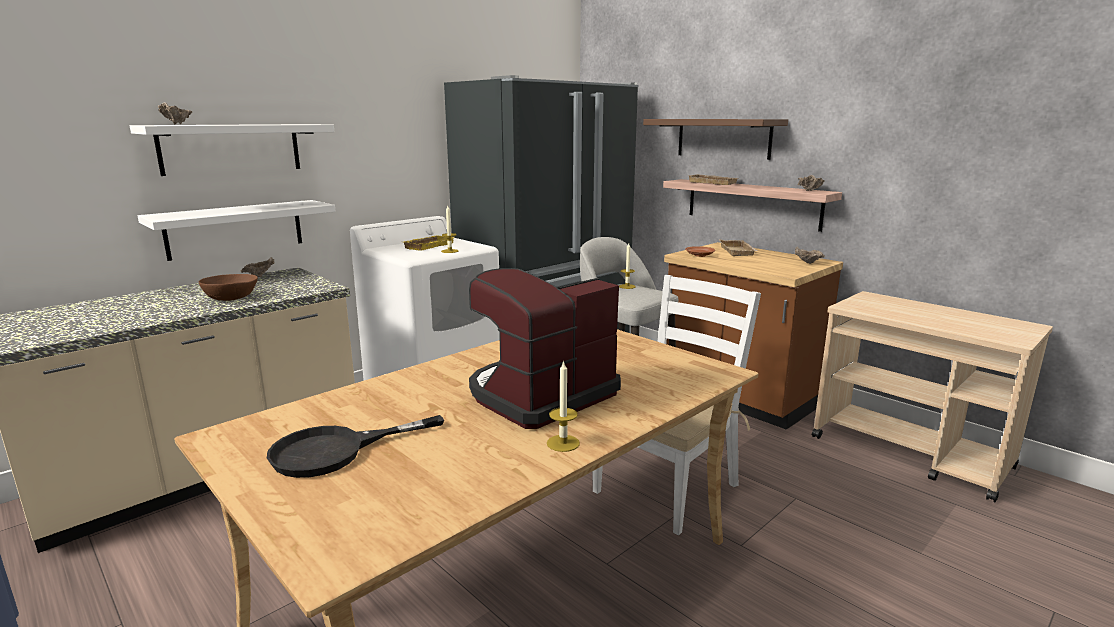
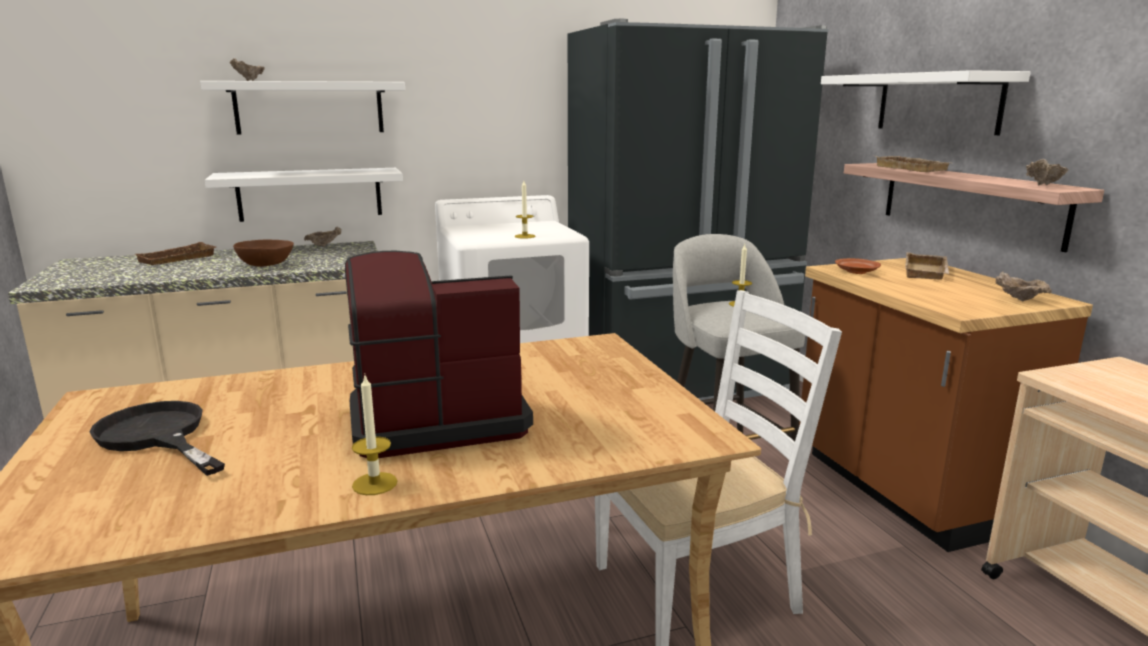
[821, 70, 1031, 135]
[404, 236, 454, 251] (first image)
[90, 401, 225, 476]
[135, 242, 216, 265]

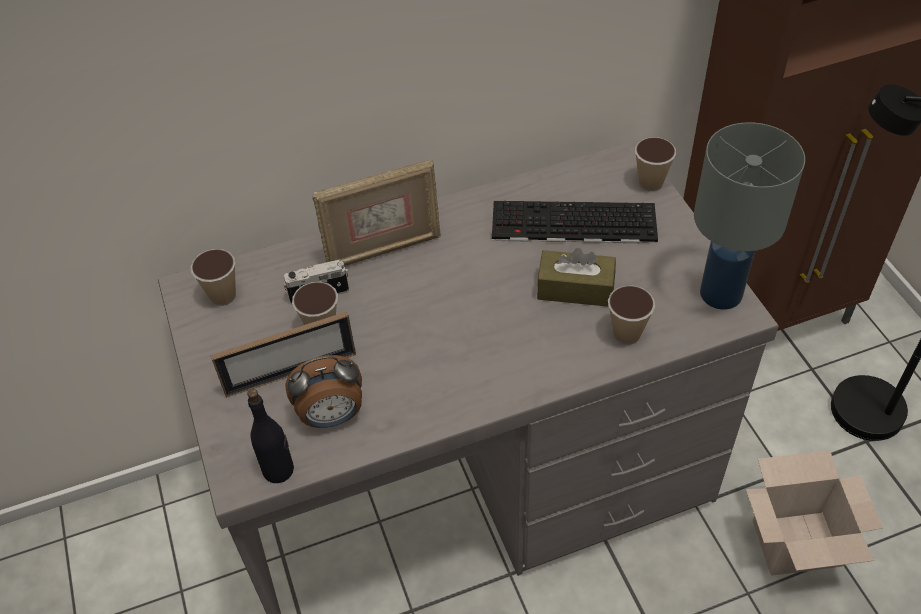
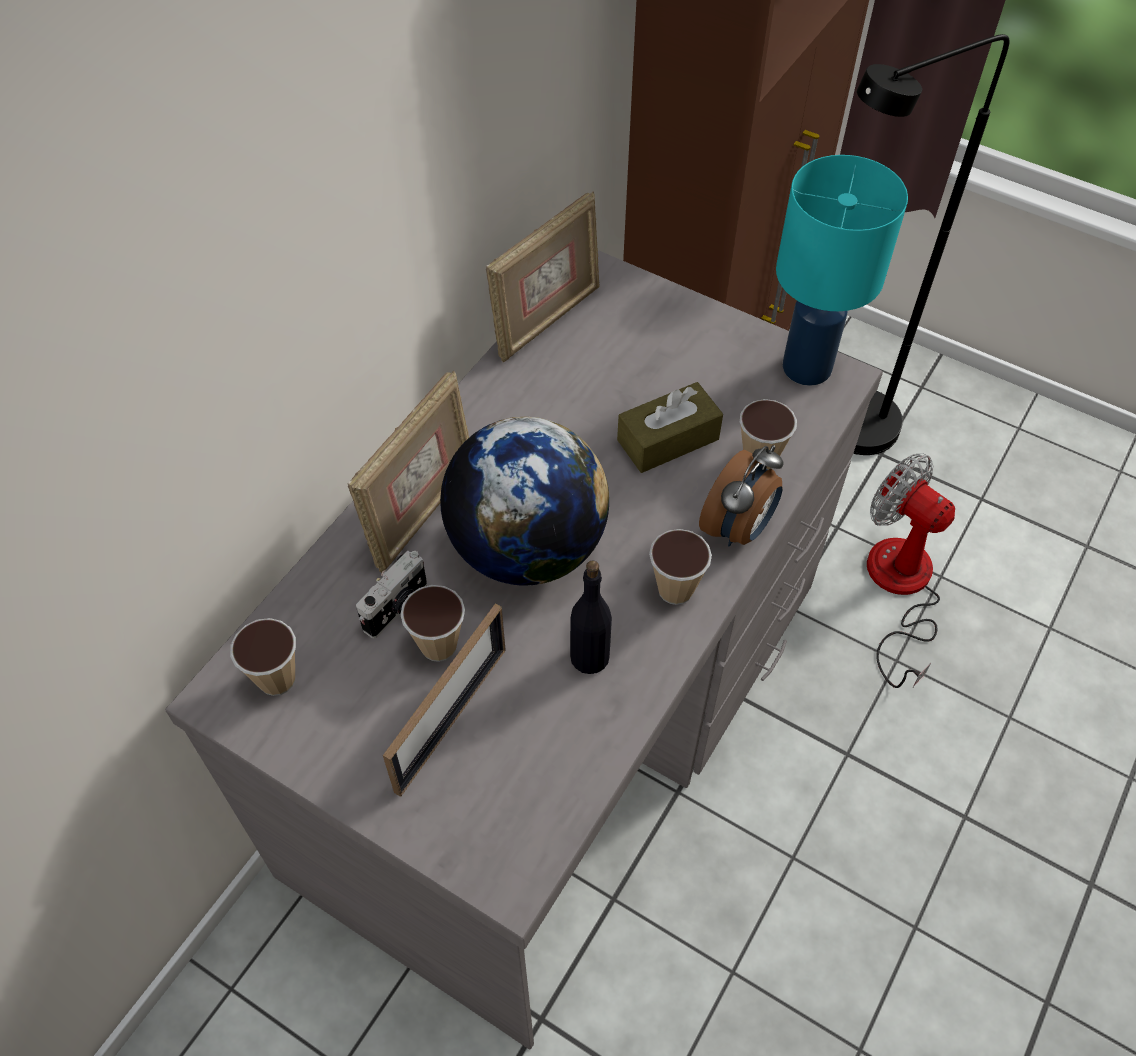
[776, 155, 908, 386]
[649, 529, 712, 605]
[492, 201, 658, 243] (first image)
[699, 445, 783, 547]
[570, 561, 612, 674]
[867, 454, 955, 688]
[486, 192, 600, 362]
[440, 417, 609, 586]

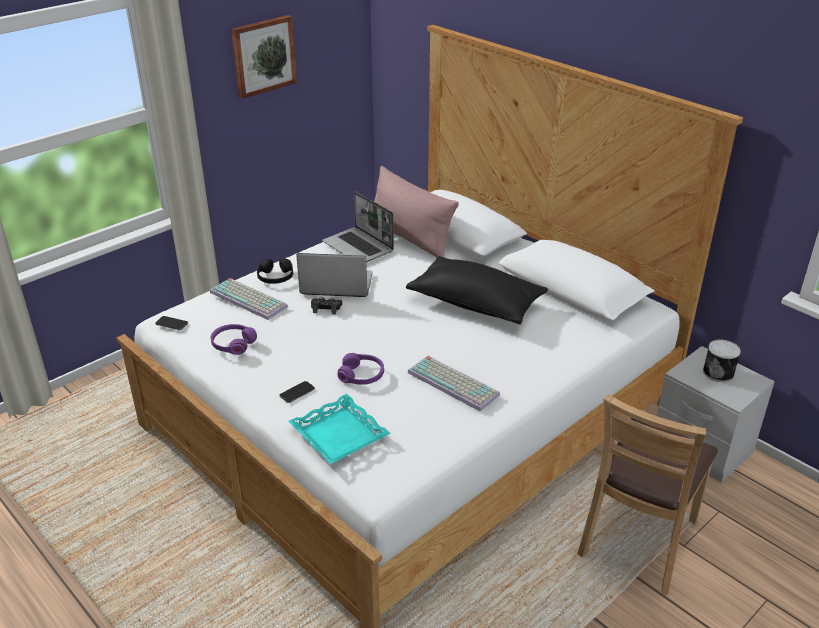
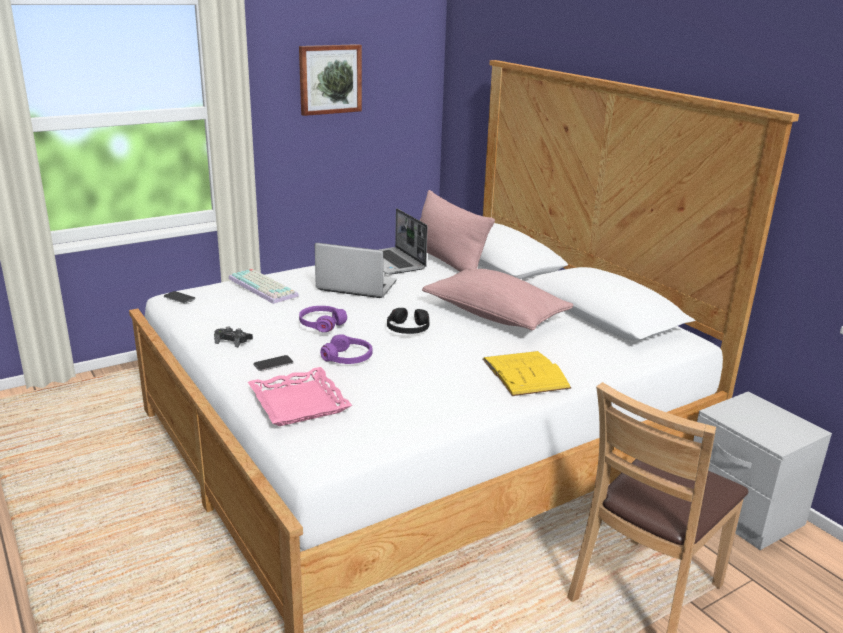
[422, 269, 574, 330]
[387, 308, 429, 334]
[214, 326, 253, 348]
[299, 306, 347, 332]
[703, 339, 741, 382] (first image)
[408, 356, 500, 412] (first image)
[248, 367, 352, 426]
[483, 351, 571, 396]

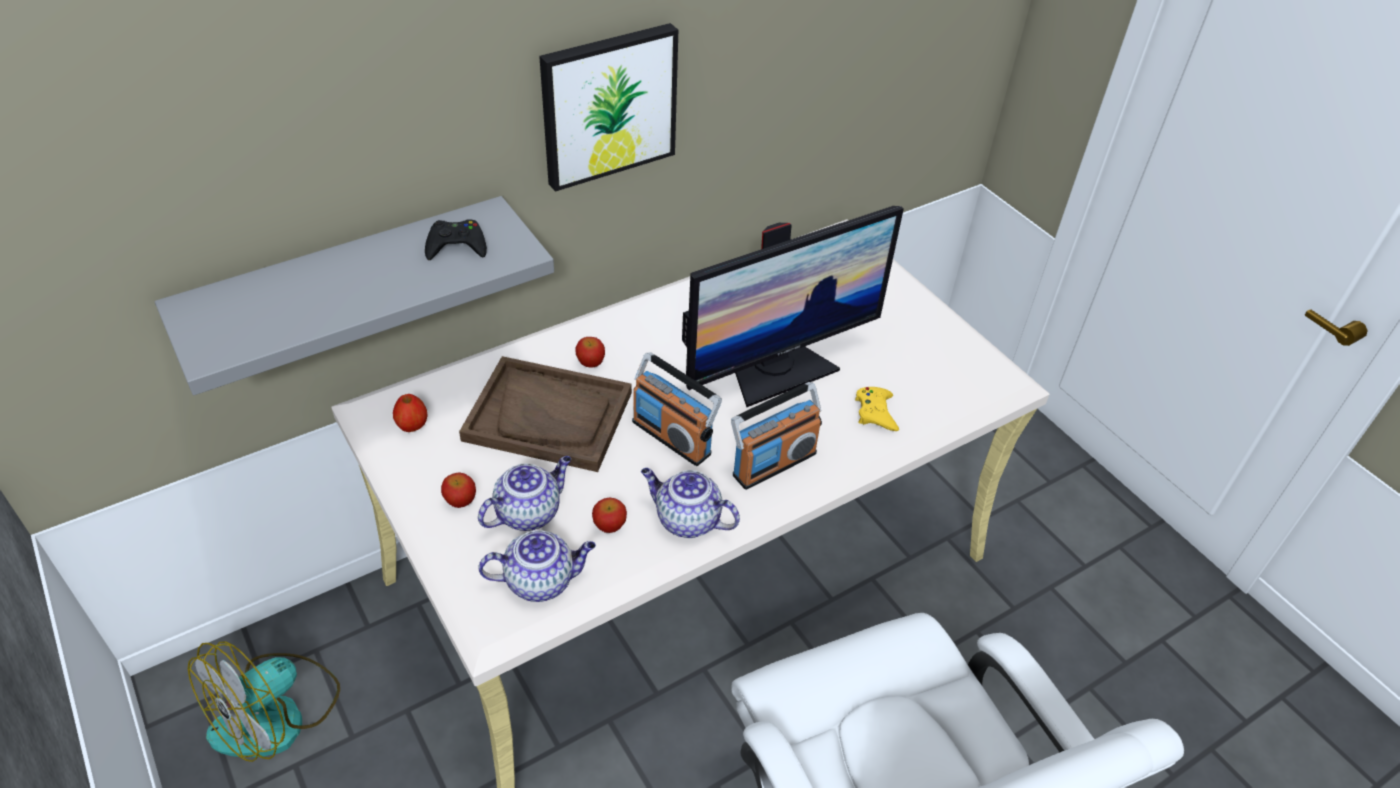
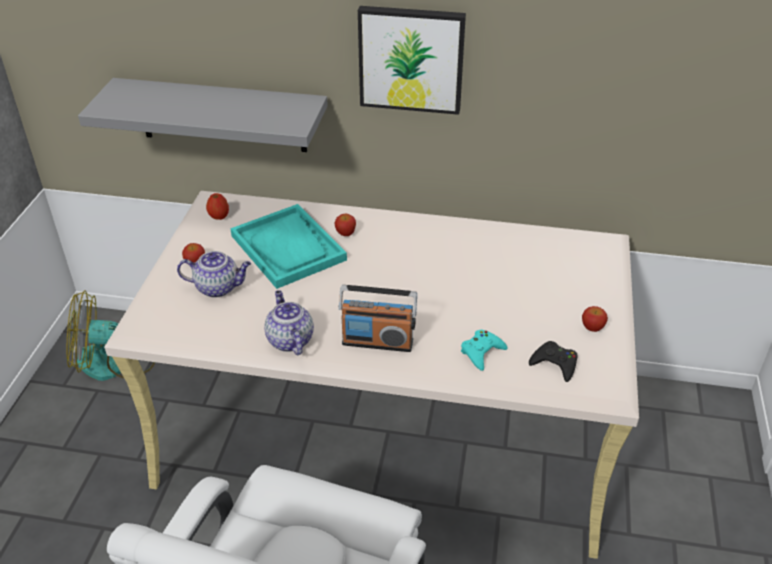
[682, 206, 904, 407] (first image)
[529, 341, 577, 382]
[632, 352, 722, 466] (first image)
[230, 204, 347, 289]
[461, 330, 508, 371]
[582, 306, 608, 332]
[478, 530, 596, 602] (first image)

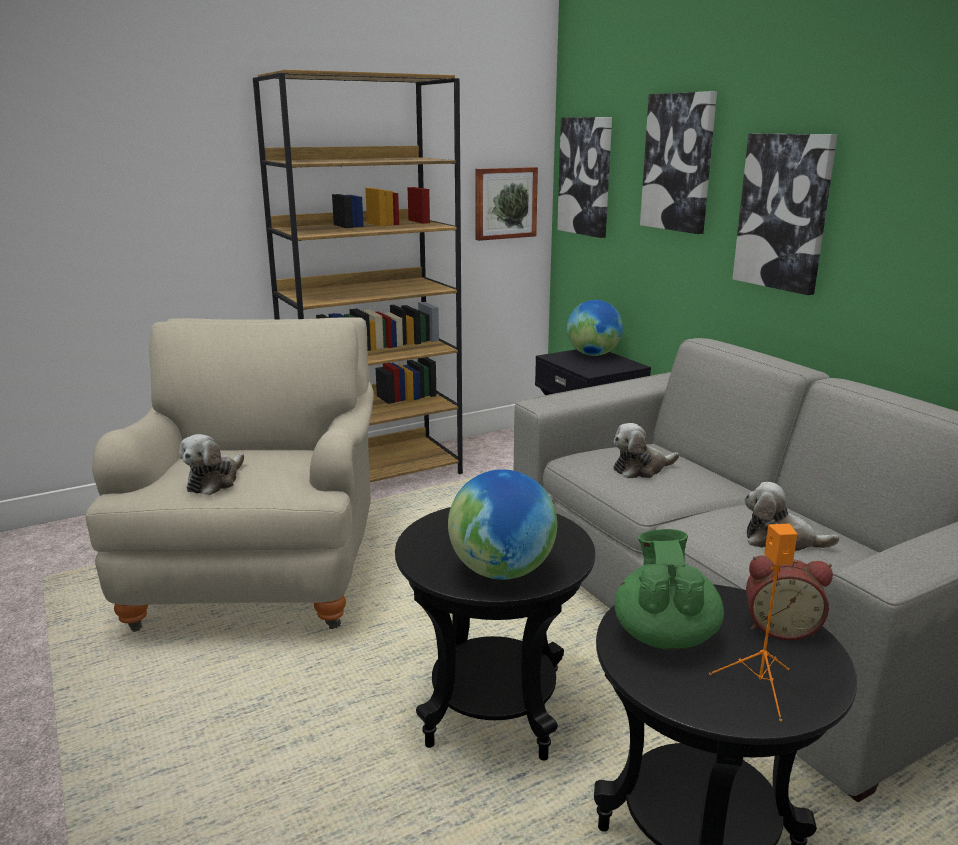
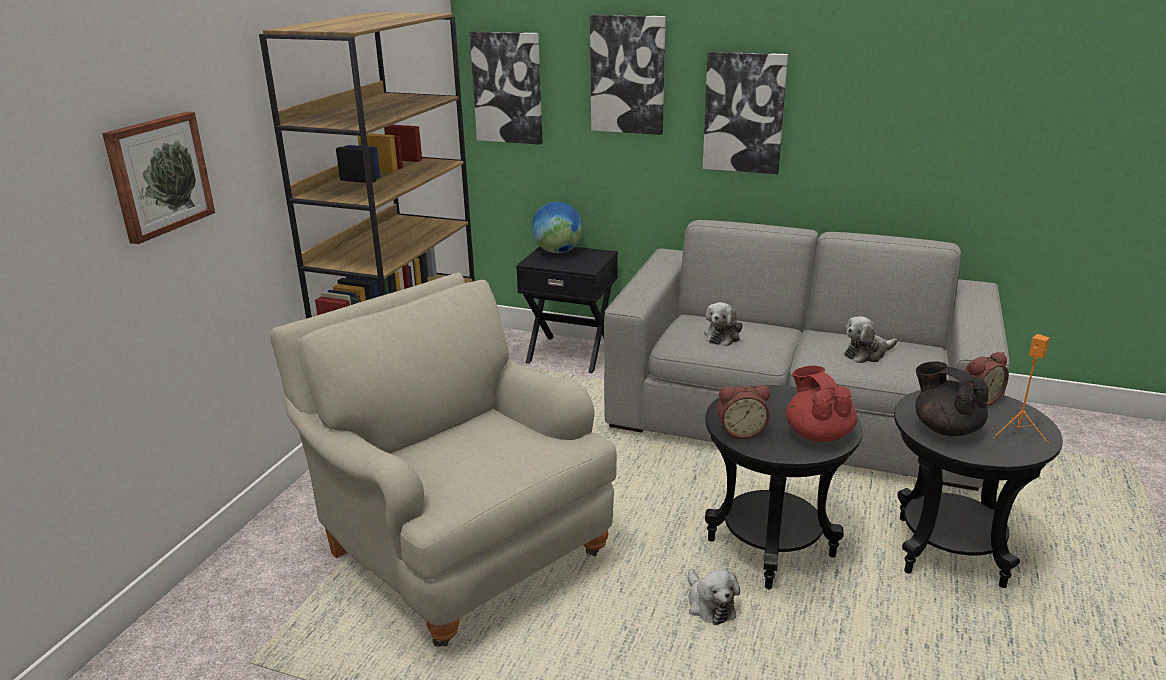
[102, 112, 215, 244]
[688, 569, 740, 625]
[786, 366, 857, 442]
[915, 362, 989, 436]
[717, 385, 770, 439]

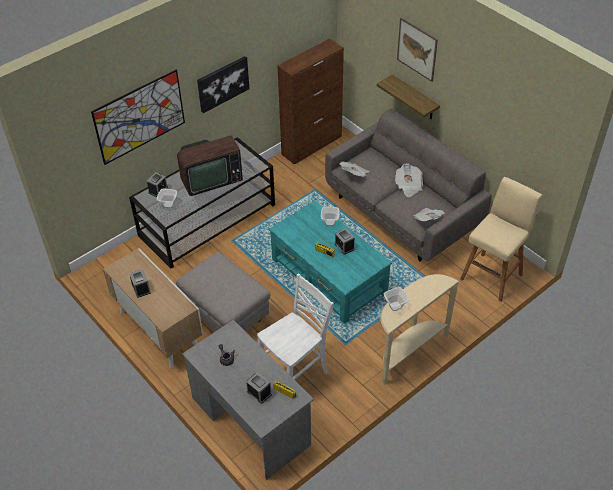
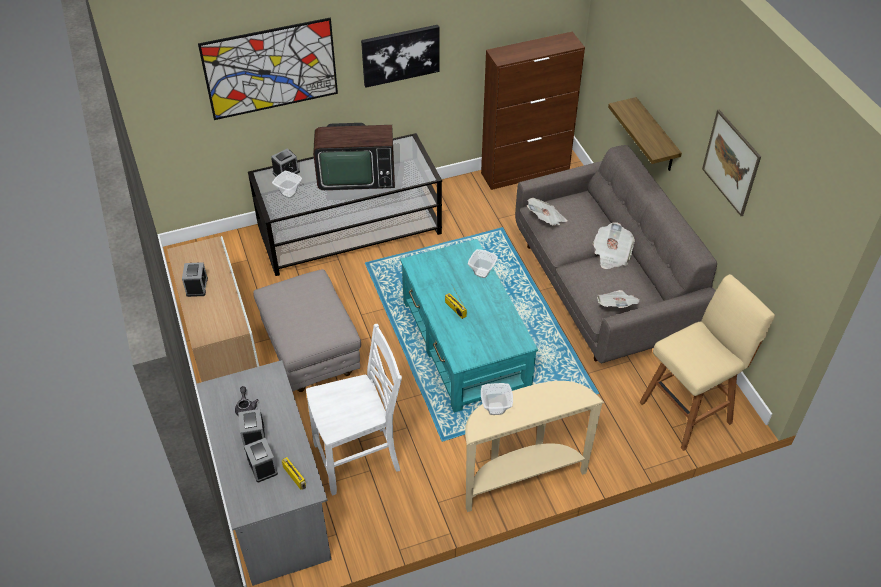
[702, 110, 761, 216]
[238, 409, 265, 449]

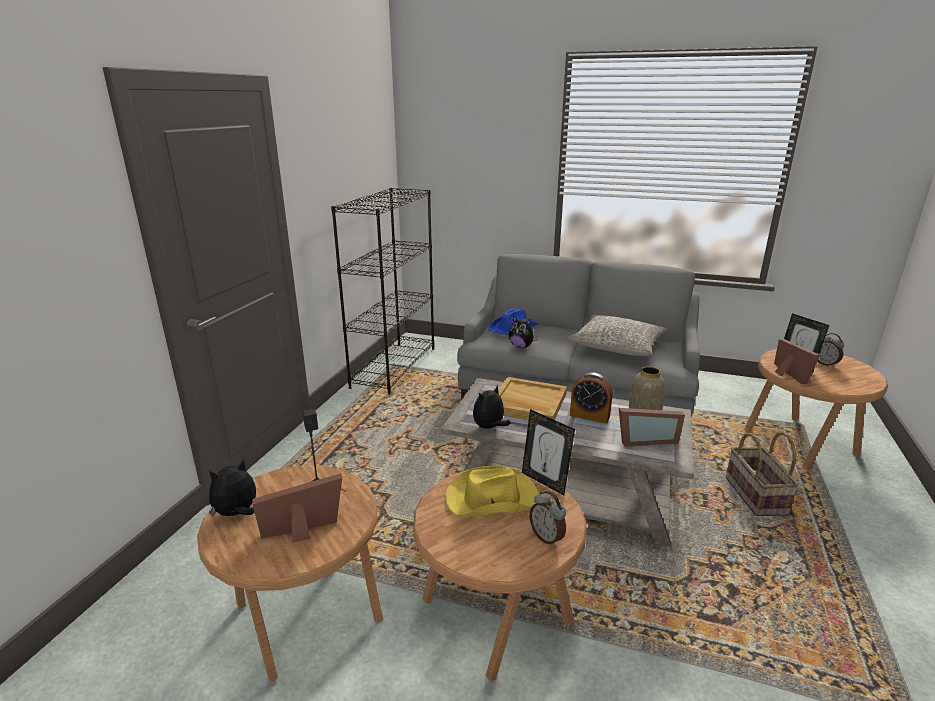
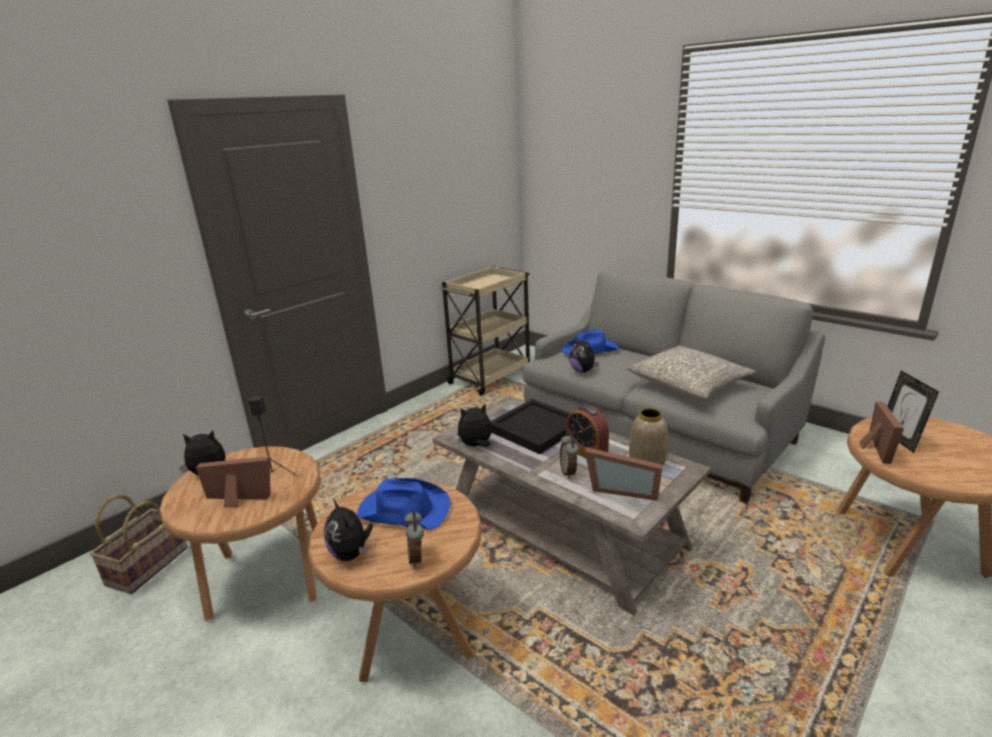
[439, 266, 530, 396]
[560, 433, 579, 479]
[490, 399, 570, 454]
[522, 409, 575, 495] (first image)
[90, 495, 188, 594]
[357, 478, 450, 530]
[324, 499, 373, 561]

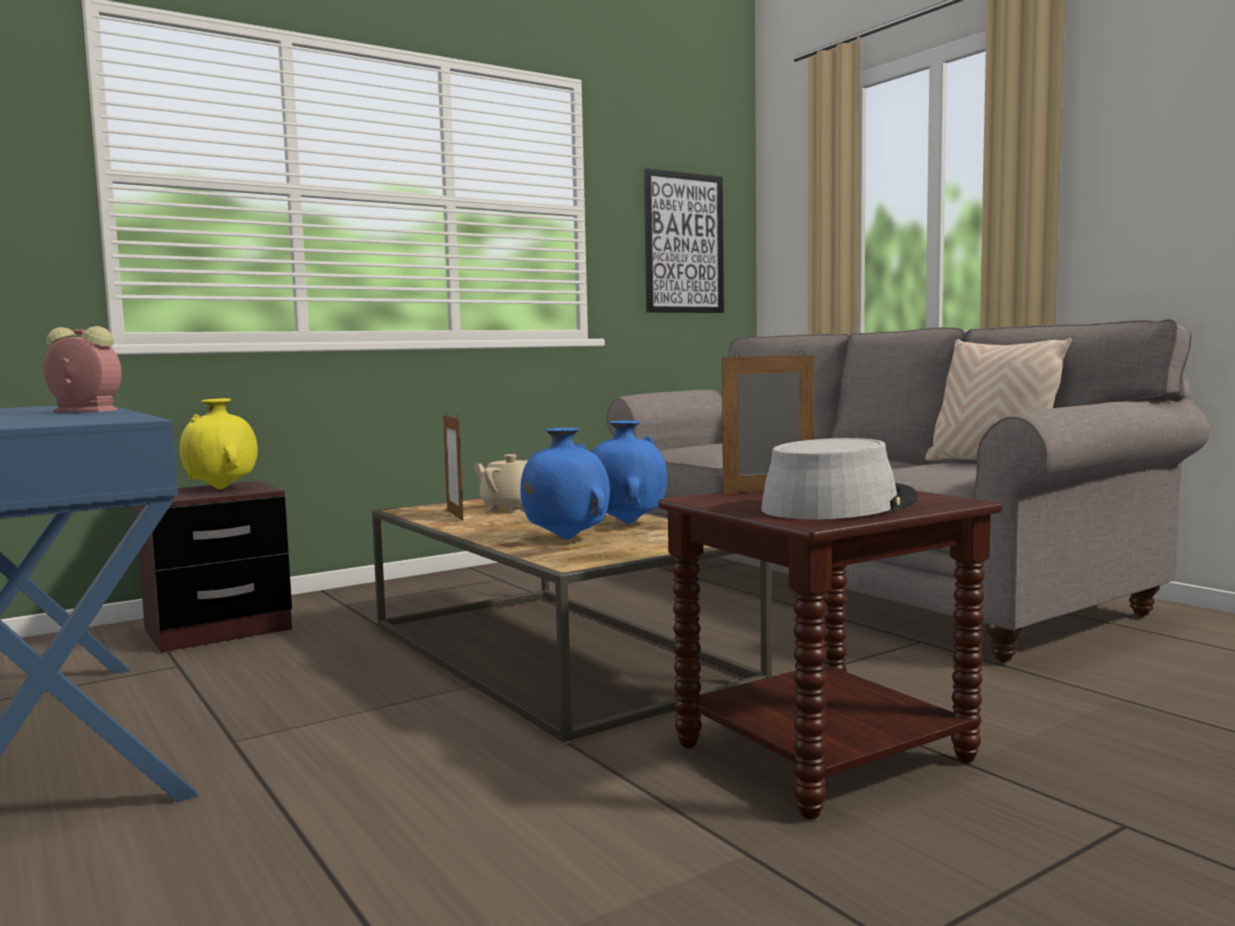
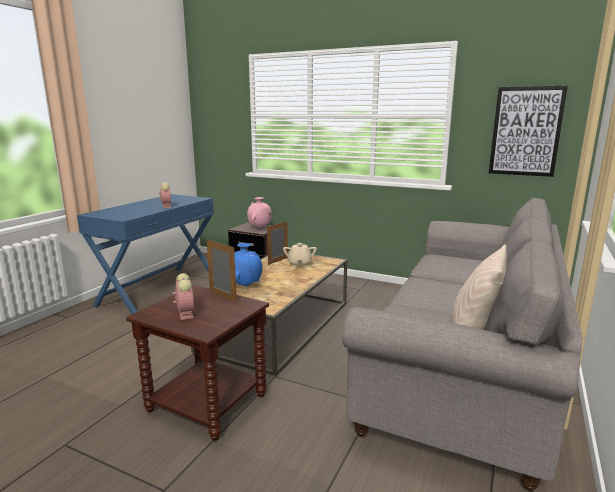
[247, 197, 272, 228]
[592, 421, 667, 524] (first image)
[173, 273, 194, 320]

